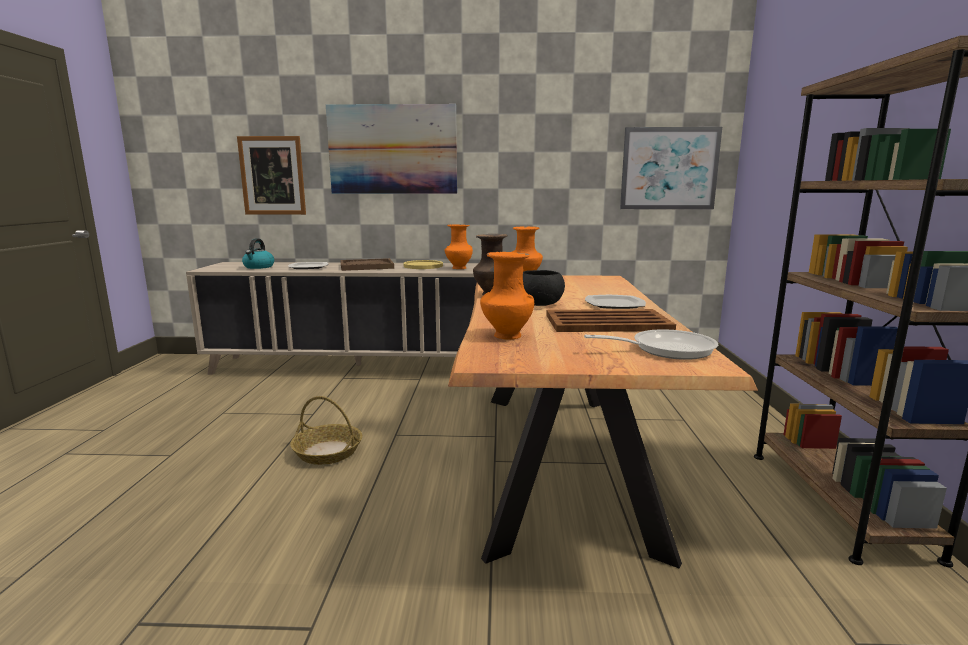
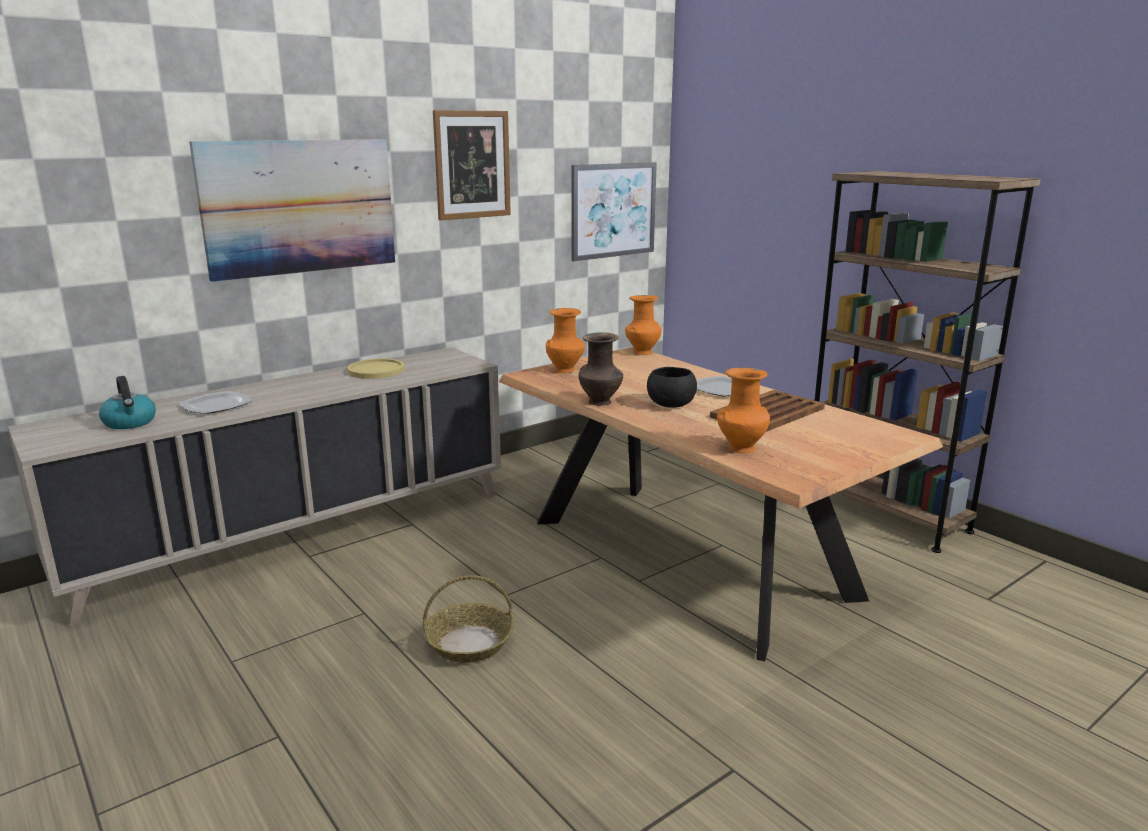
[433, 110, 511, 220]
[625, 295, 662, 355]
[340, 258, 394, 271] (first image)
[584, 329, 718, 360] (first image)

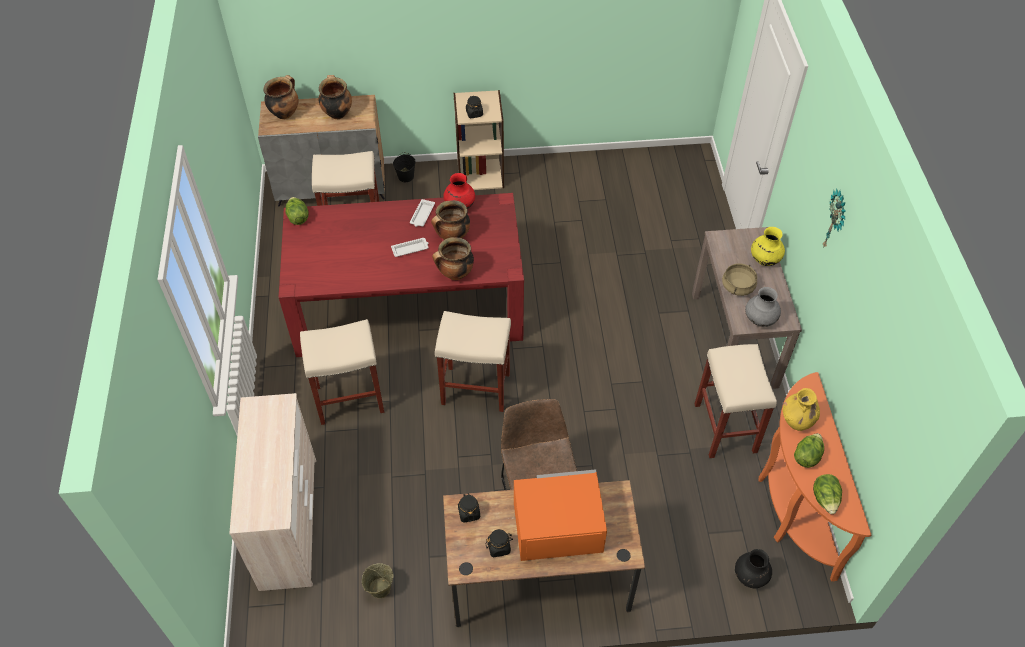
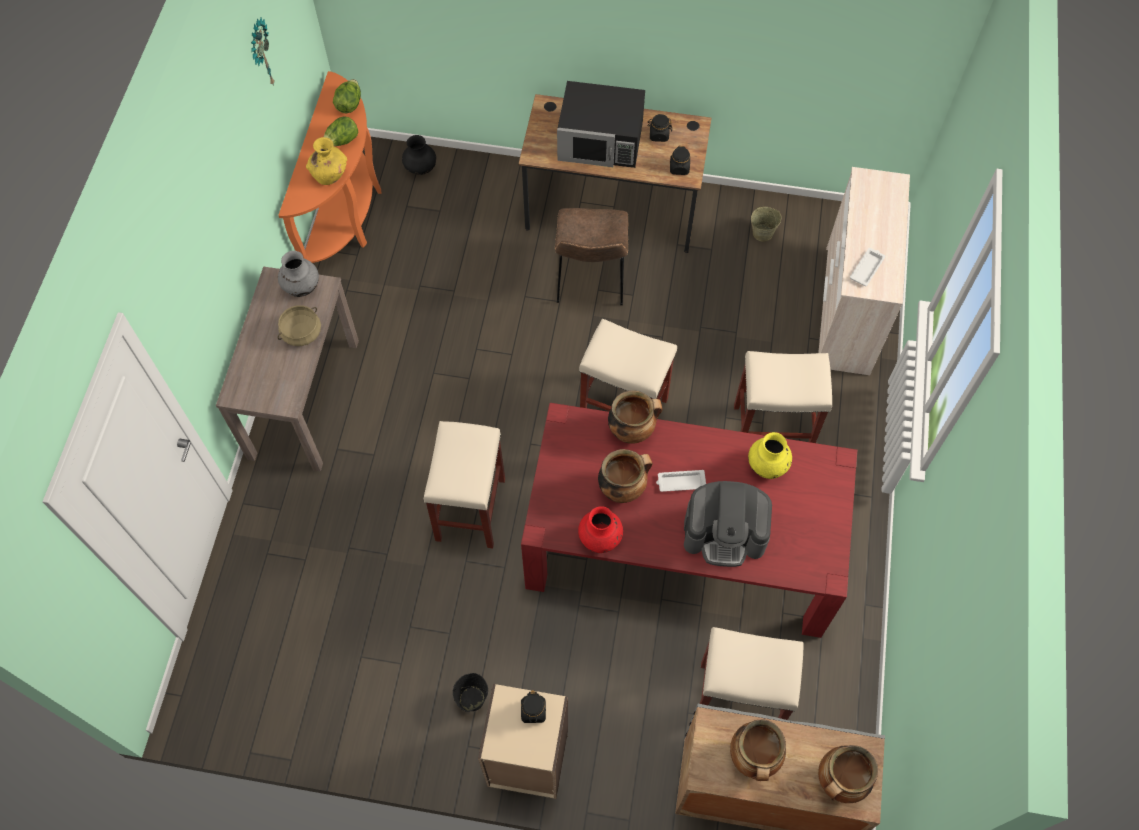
[453, 673, 488, 712]
[251, 18, 275, 86]
[285, 197, 309, 225] (first image)
[850, 248, 885, 286]
[748, 432, 792, 479]
[424, 421, 505, 548]
[557, 81, 645, 168]
[684, 481, 772, 567]

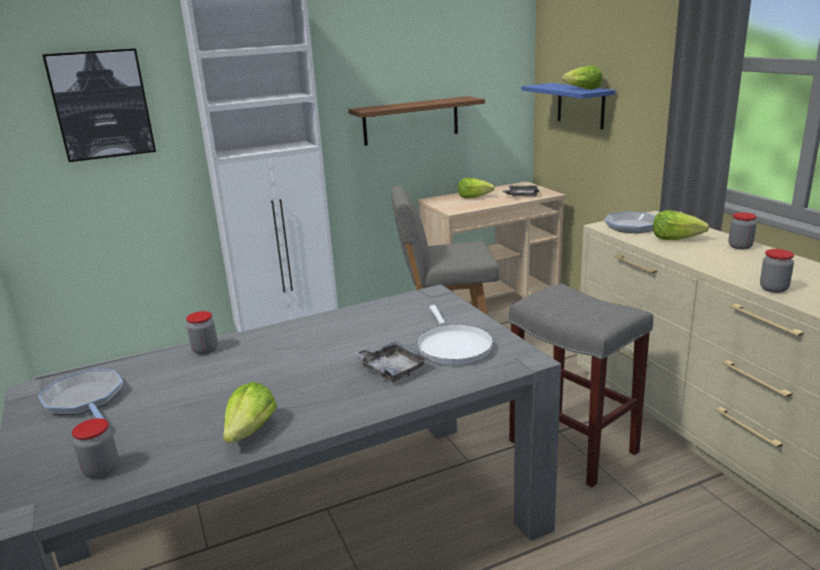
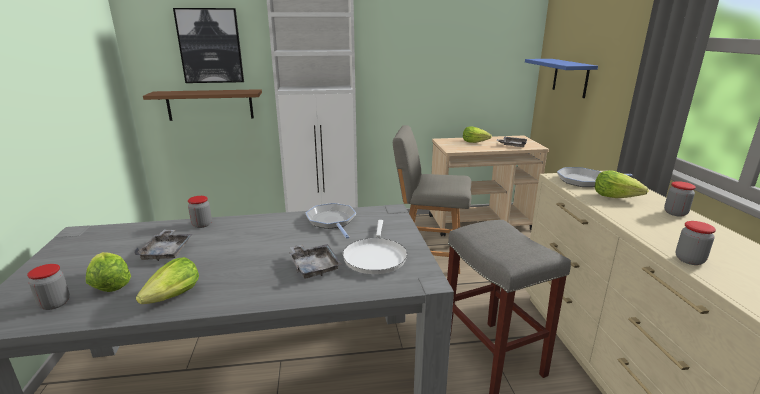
[86, 252, 131, 292]
[143, 89, 262, 121]
[306, 203, 356, 239]
[134, 230, 192, 261]

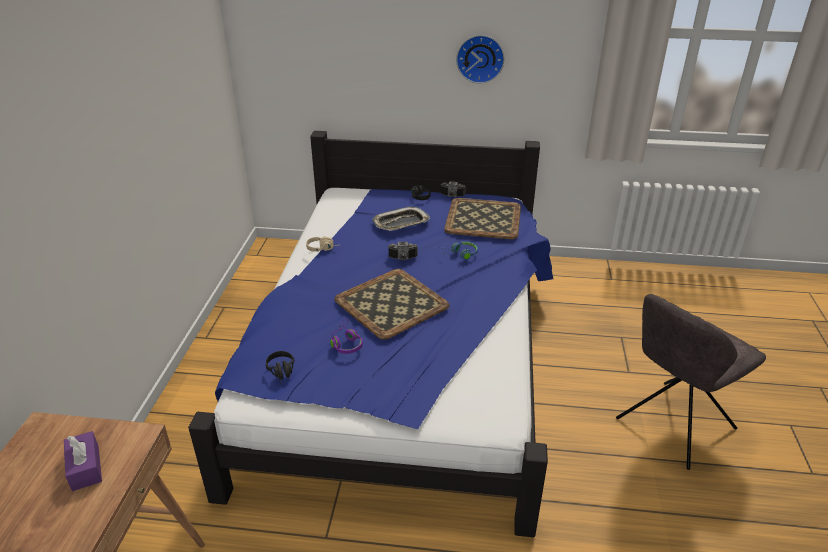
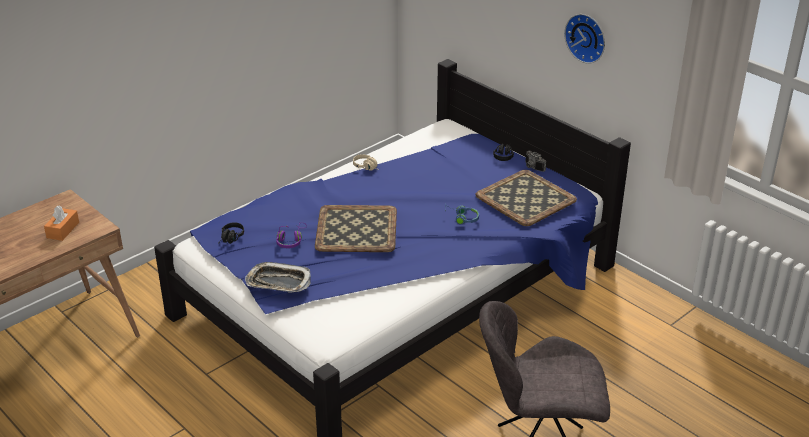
[245, 262, 311, 293]
[388, 242, 418, 260] (first image)
[44, 205, 79, 241]

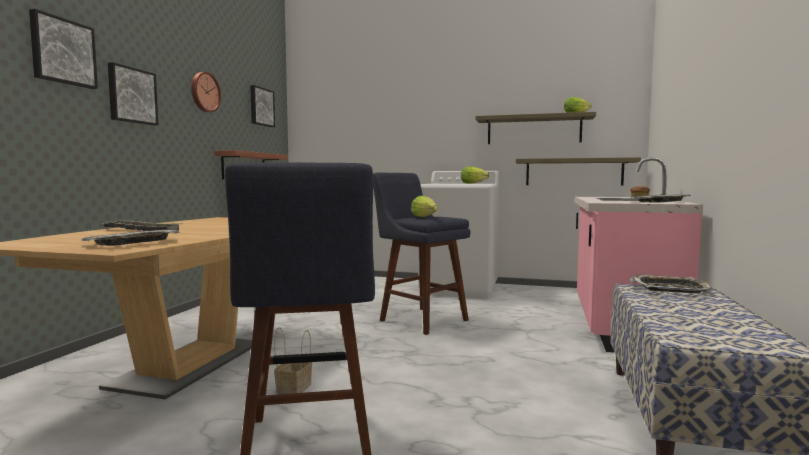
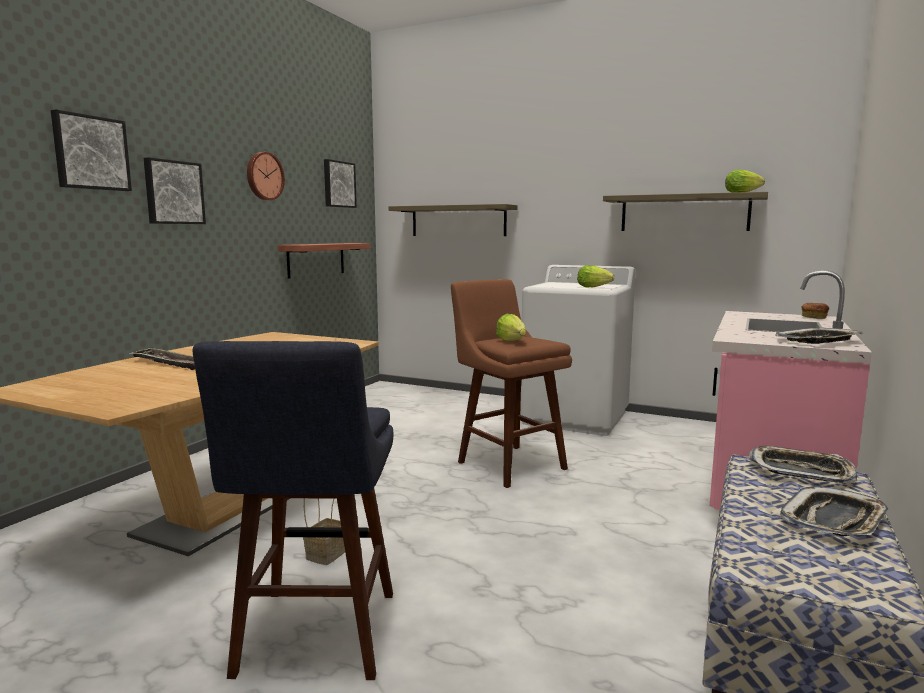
[388, 204, 517, 236]
[451, 279, 572, 488]
[780, 486, 889, 536]

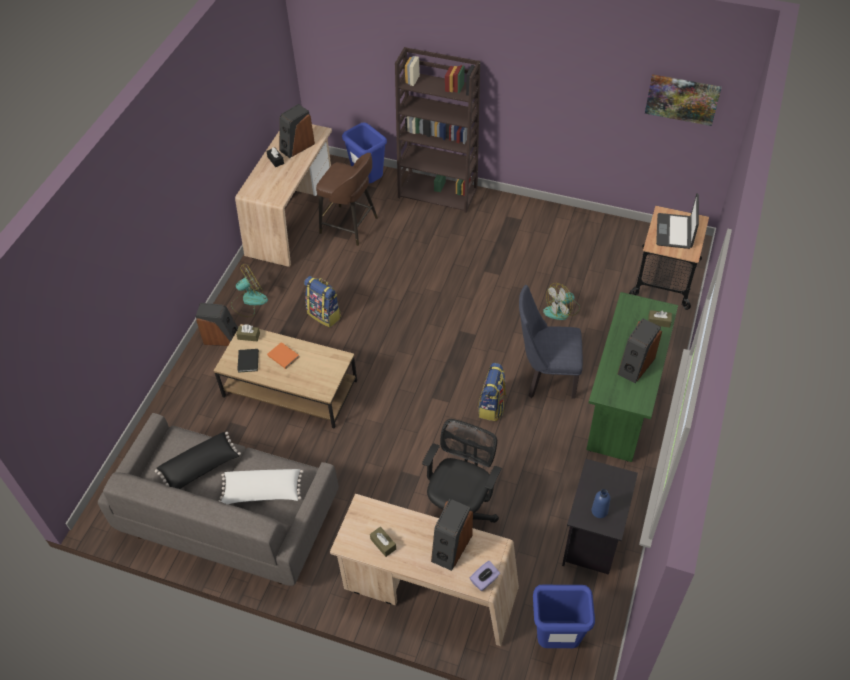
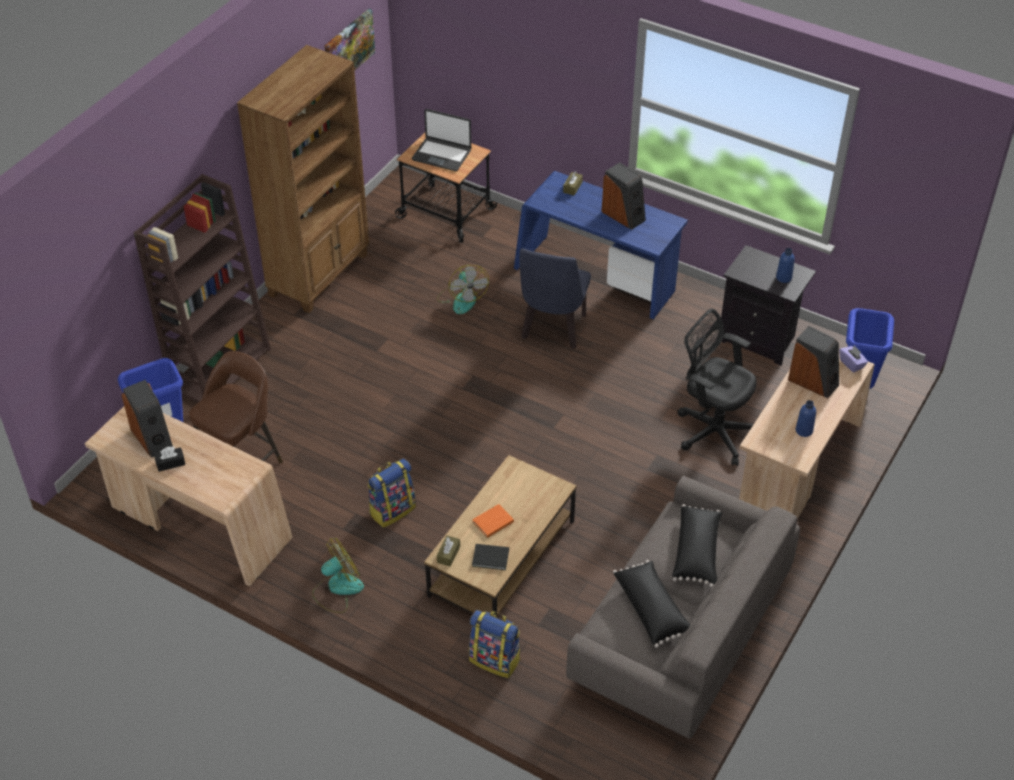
[312, 538, 364, 613]
[514, 171, 688, 319]
[196, 303, 238, 346] (first image)
[469, 610, 520, 678]
[672, 504, 722, 587]
[796, 400, 816, 437]
[237, 45, 369, 313]

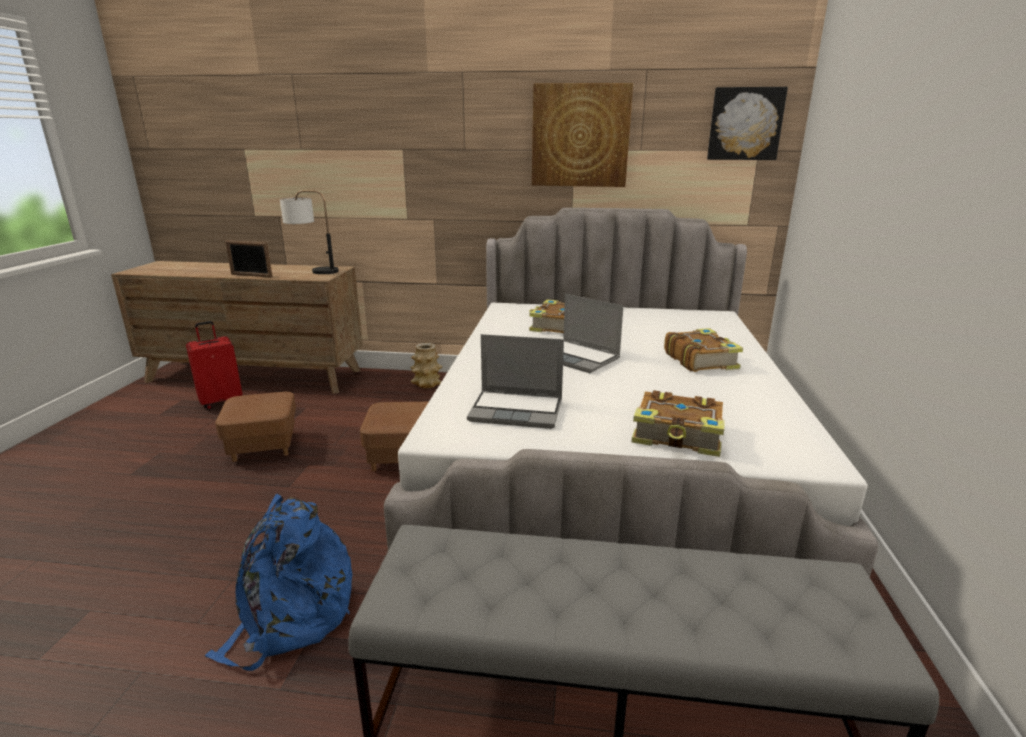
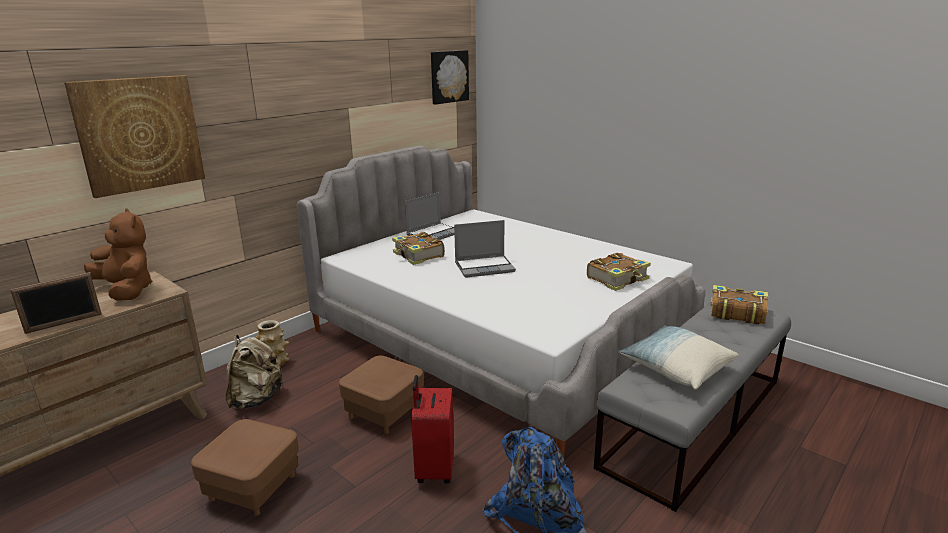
[64, 75, 205, 198]
[84, 209, 152, 301]
[411, 375, 454, 483]
[711, 285, 768, 325]
[405, 192, 455, 240]
[619, 326, 739, 390]
[226, 335, 284, 410]

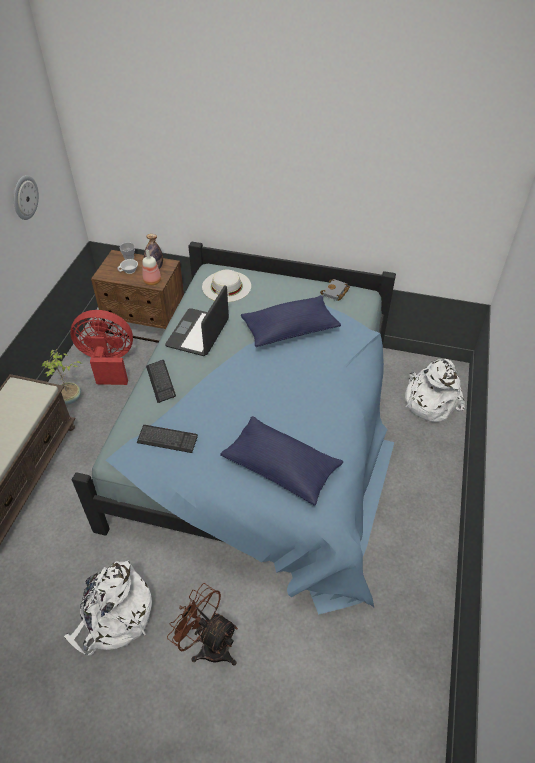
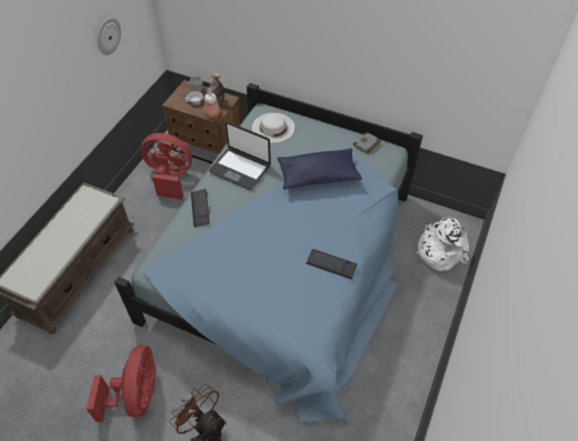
[209, 122, 271, 190]
[42, 349, 82, 404] (first image)
[220, 416, 343, 506] (first image)
[306, 249, 357, 280]
[86, 345, 156, 422]

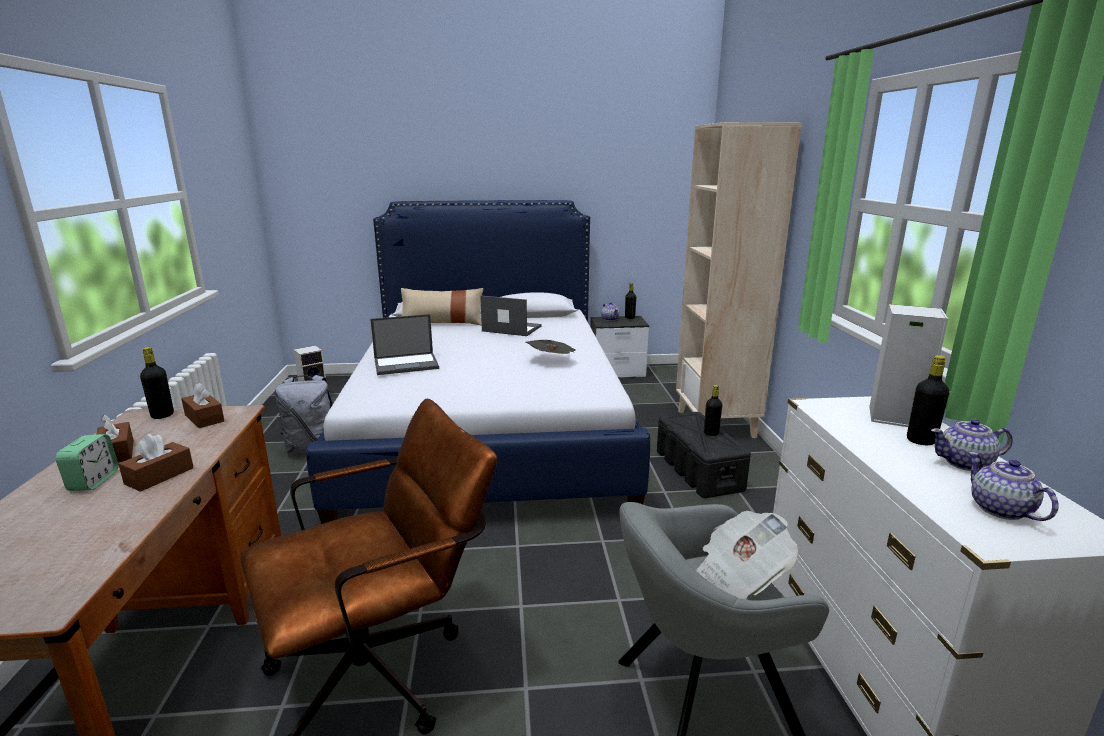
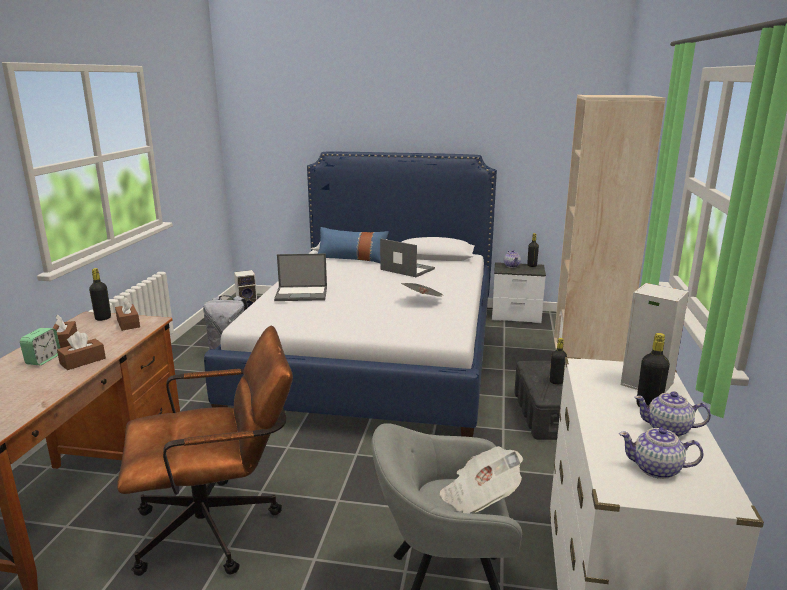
[318, 227, 389, 263]
[619, 427, 704, 479]

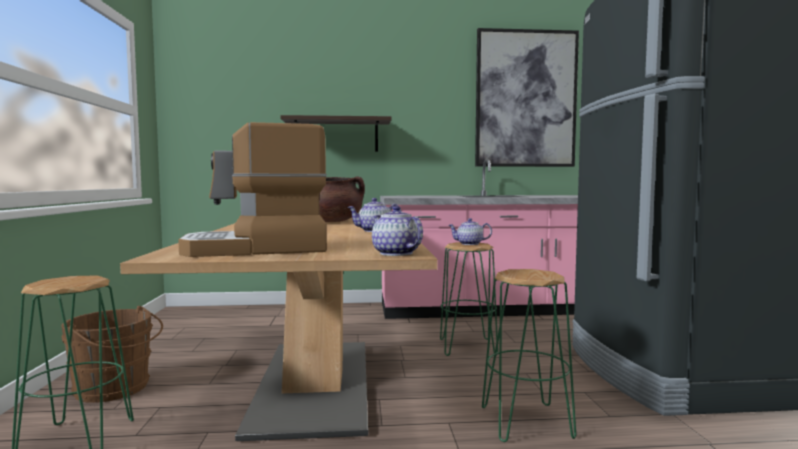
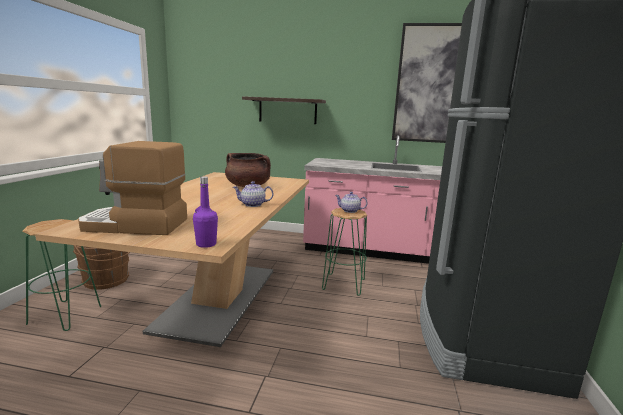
[193, 176, 218, 248]
[482, 269, 576, 442] (first image)

